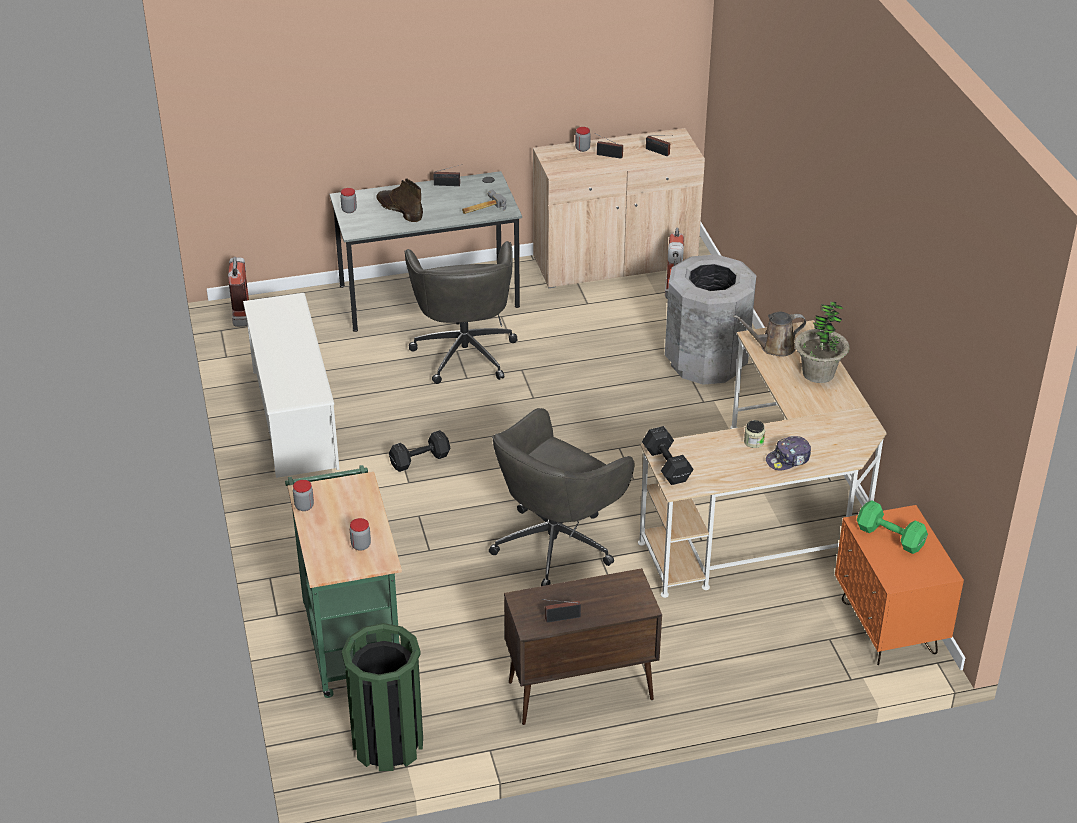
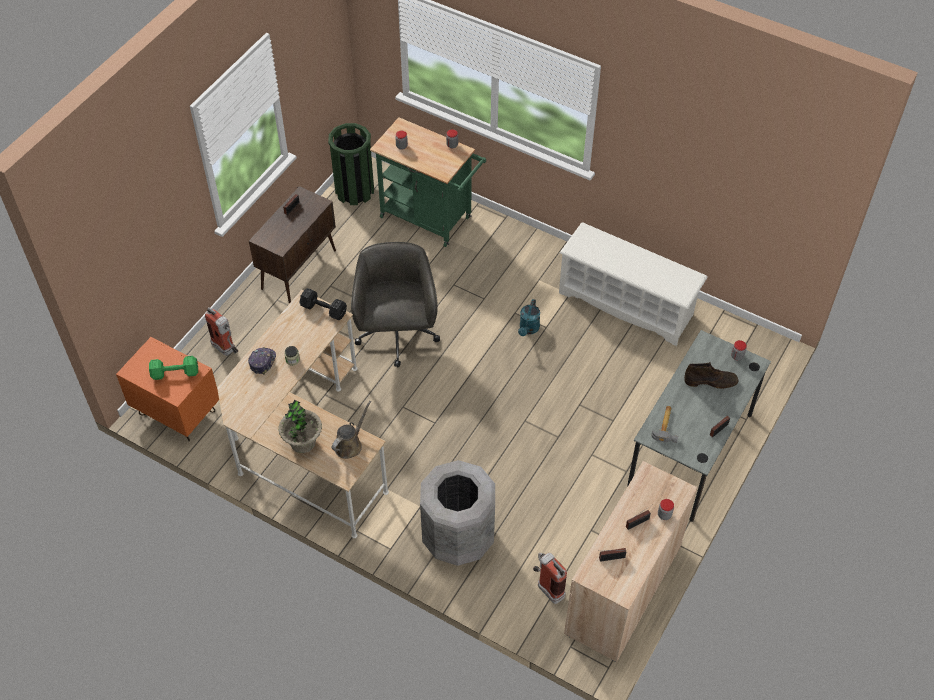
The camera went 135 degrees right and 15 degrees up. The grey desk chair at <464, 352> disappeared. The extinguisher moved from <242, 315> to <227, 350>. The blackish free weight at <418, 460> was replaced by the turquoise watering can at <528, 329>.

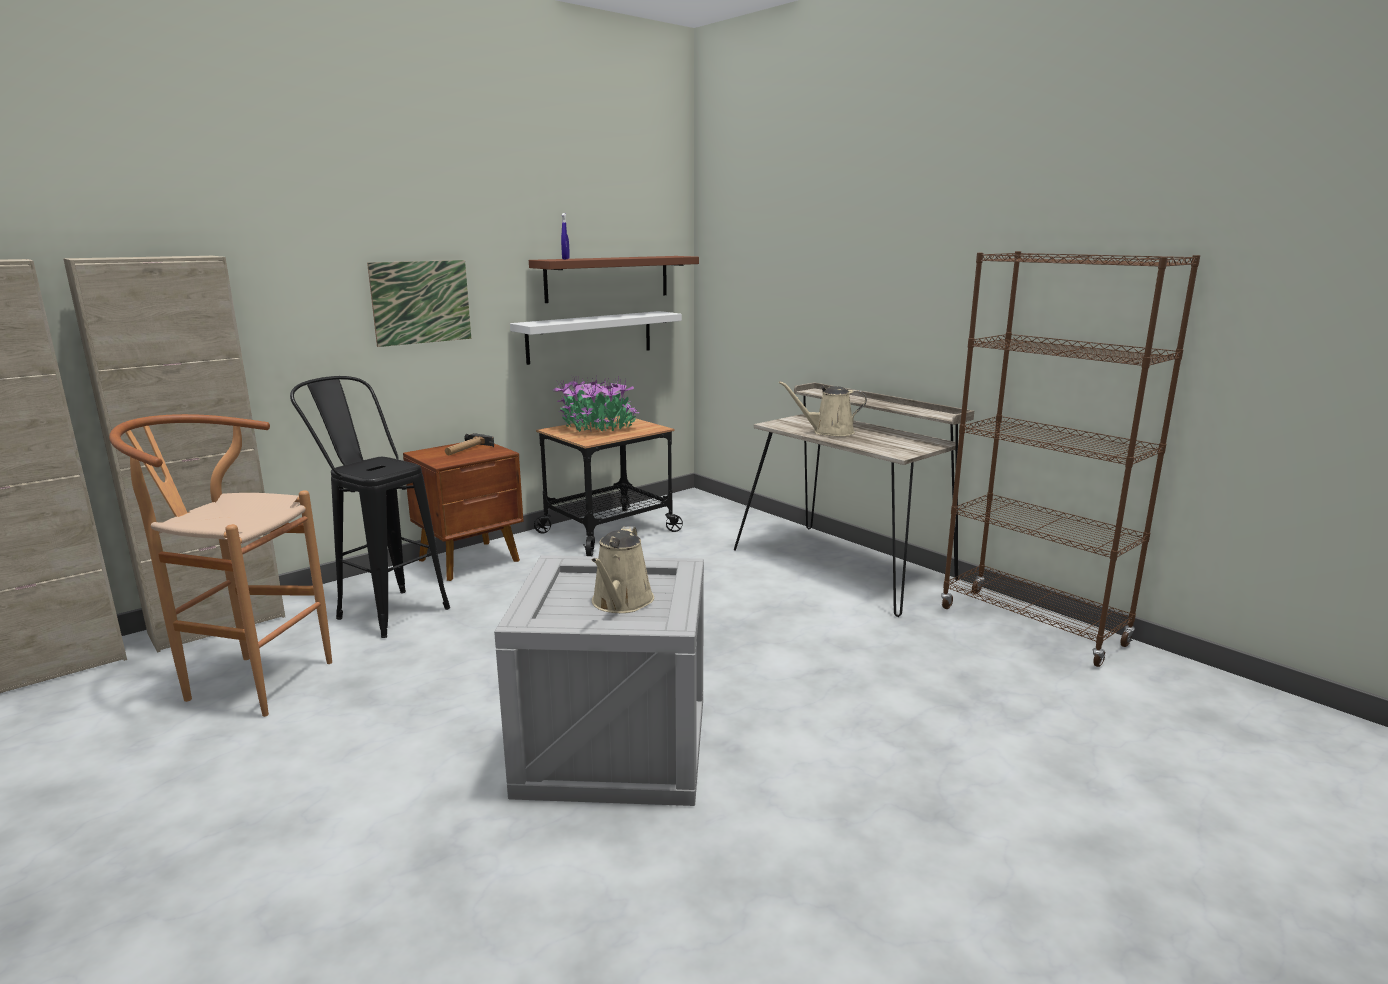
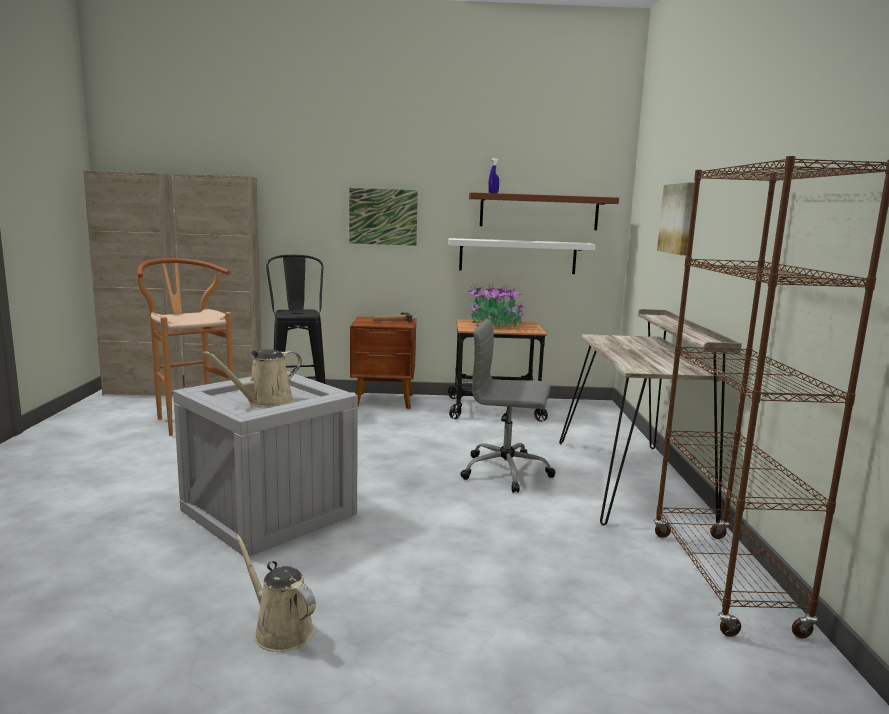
The camera went 40 degrees right and 5 degrees down. The sand-coloured watering can moved from <829, 432> to <280, 629>. The picture at <677, 218> appeared. The grey desk chair at <507, 472> appeared.

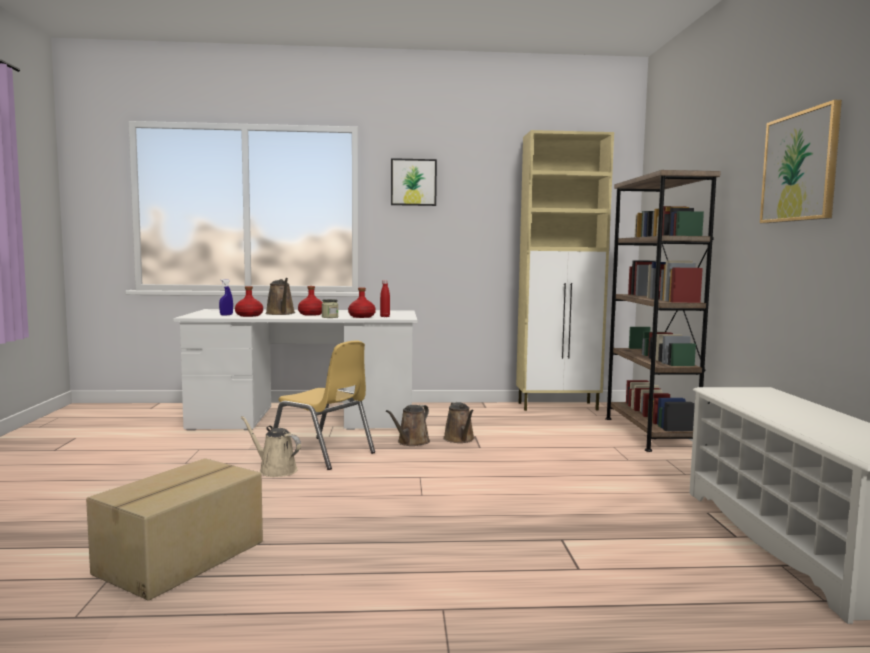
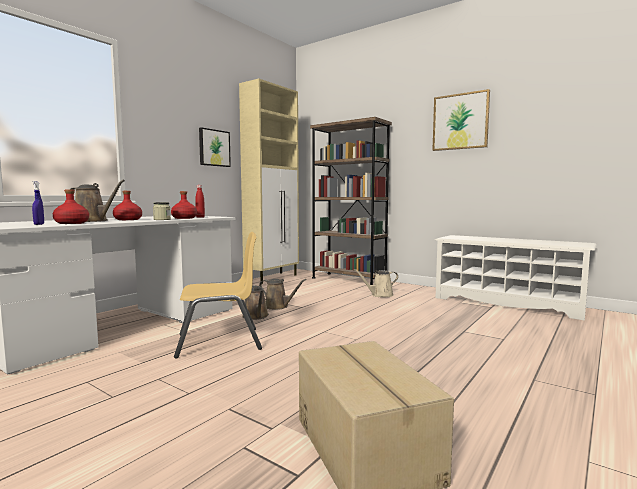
The camera went 50 degrees left and 0 degrees up. The picture moved from <413, 182> to <214, 148>. The sand-coloured watering can moved from <275, 470> to <380, 295>.

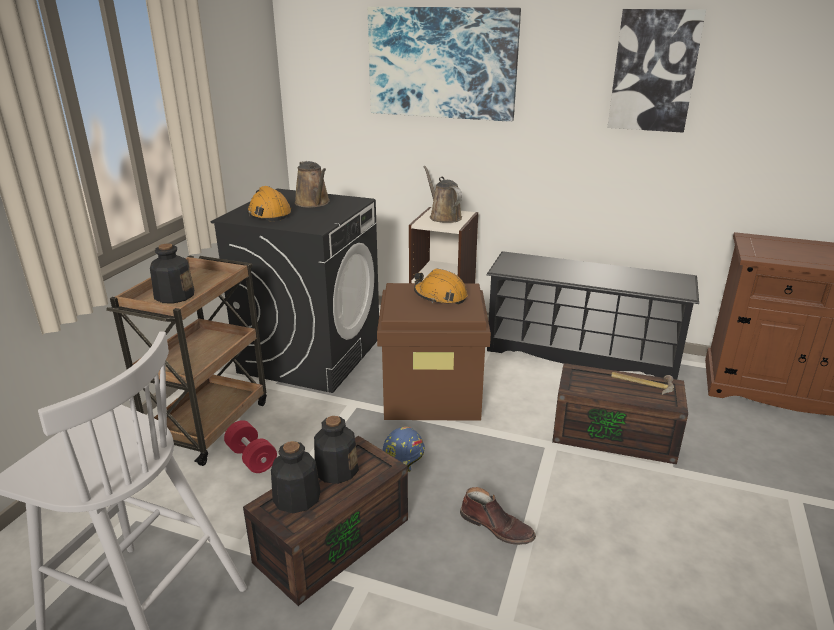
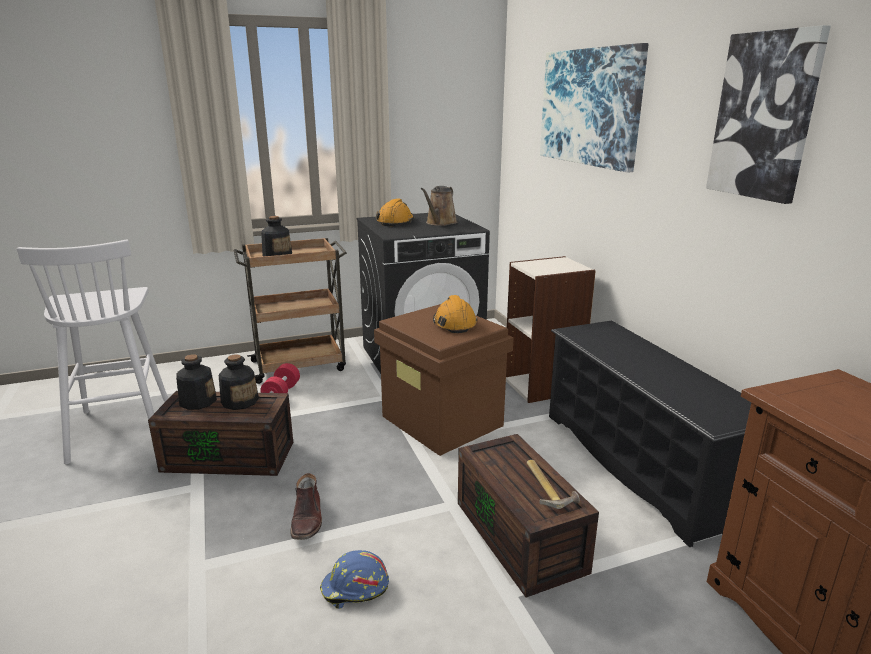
The camera went 50 degrees right and 5 degrees down. The brown watering can at <443, 217> disappeared. The blue hard hat moved from <402, 458> to <355, 589>.

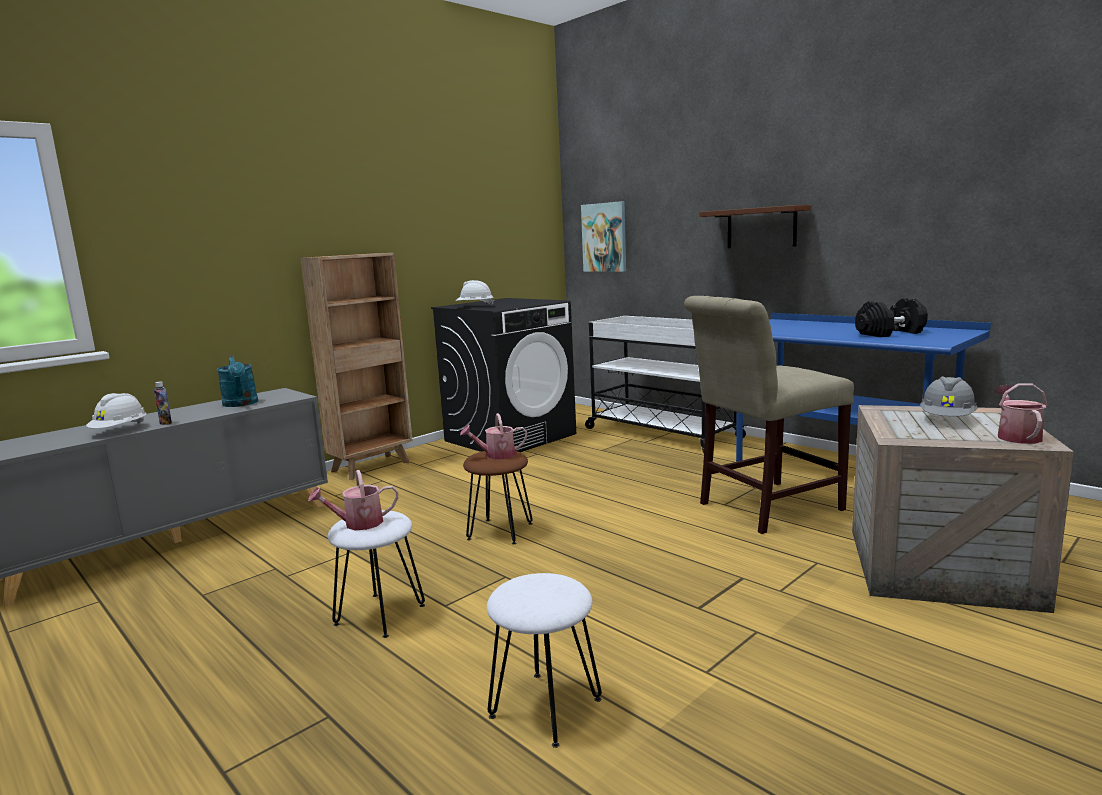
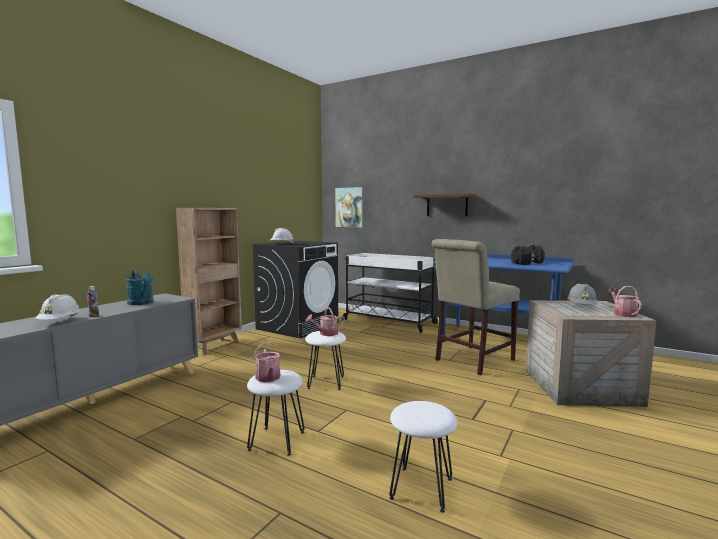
The camera went 15 degrees left and 5 degrees down. The brown sitting stool at <499, 531> became the whitish sitting stool at <325, 382>. The watering can at <358, 524> turned 75 degrees counterclockwise.

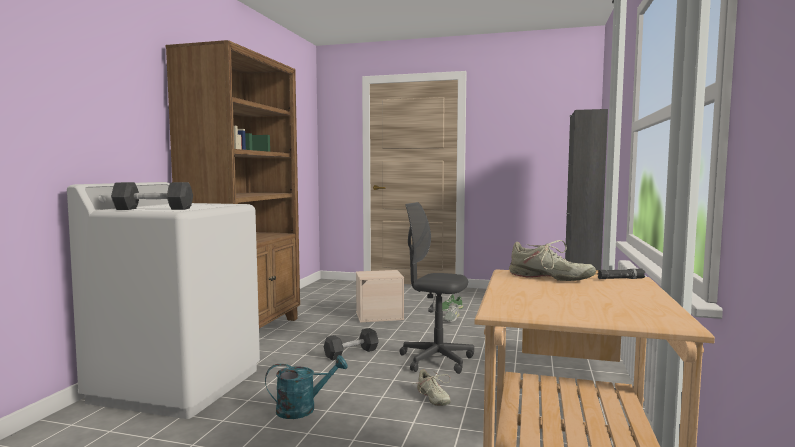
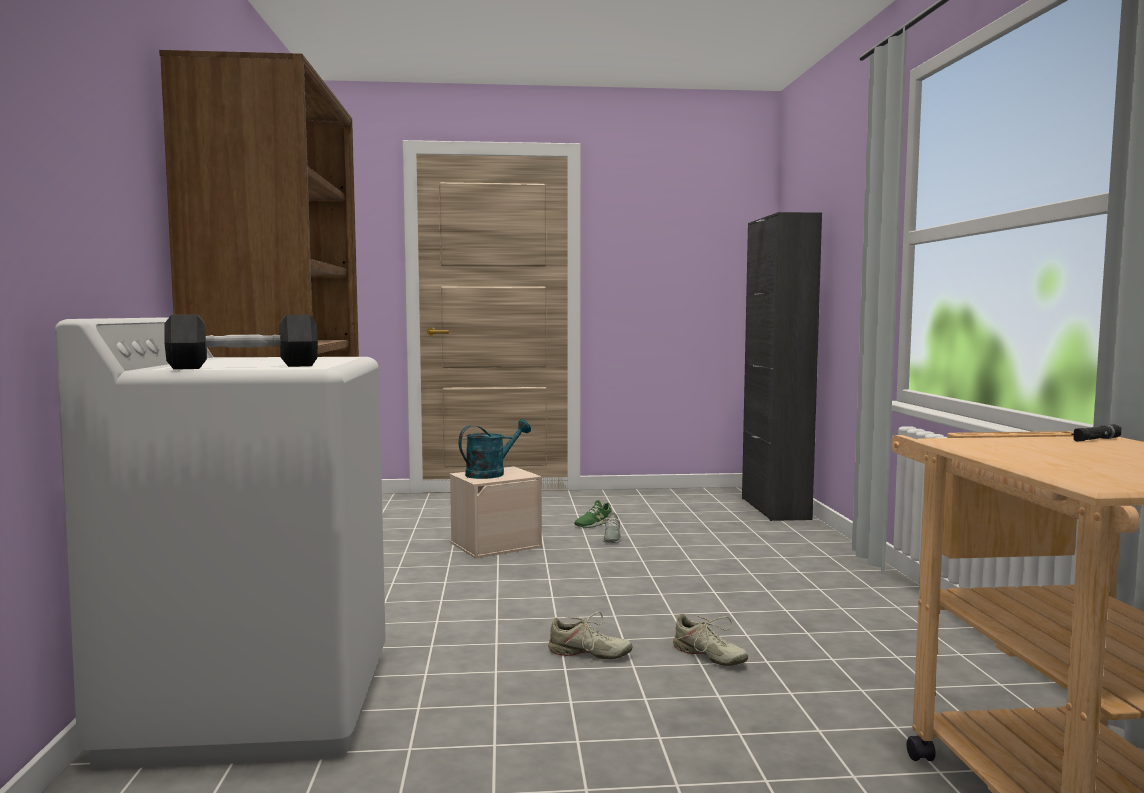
The camera went 20 degrees left and 0 degrees up. The grey desk chair at <436, 360> disappeared. The sand-coloured shoe moved from <549, 278> to <588, 654>. The blackish free weight at <351, 353> disappeared. The turquoise watering can moved from <303, 408> to <491, 473>.

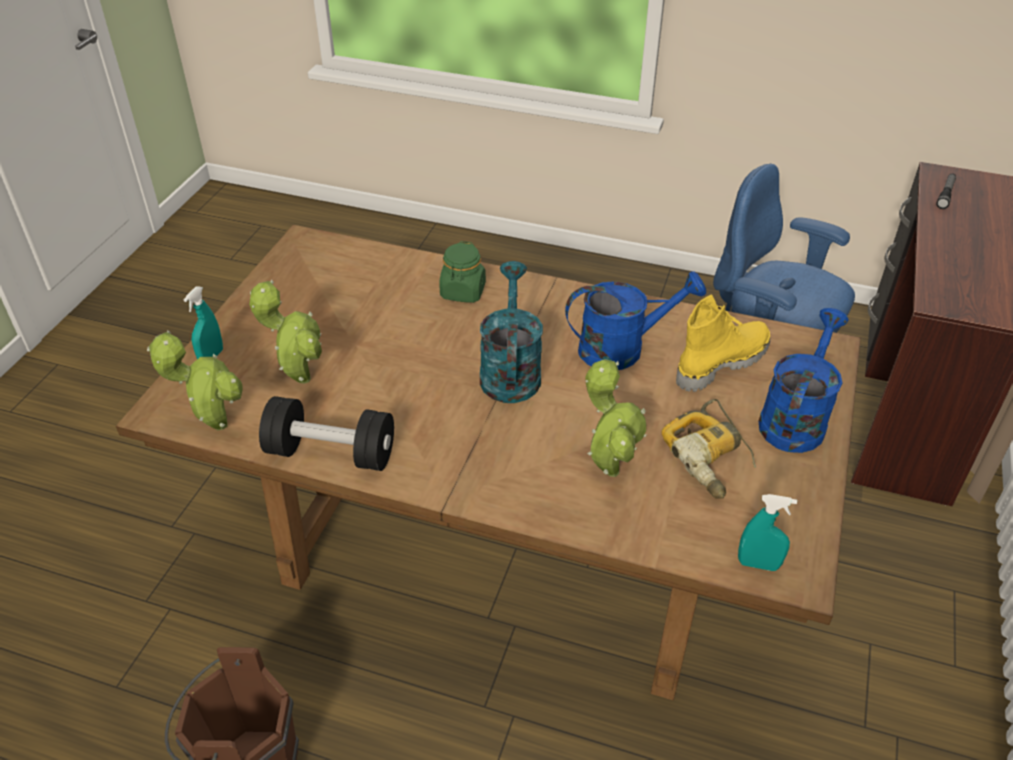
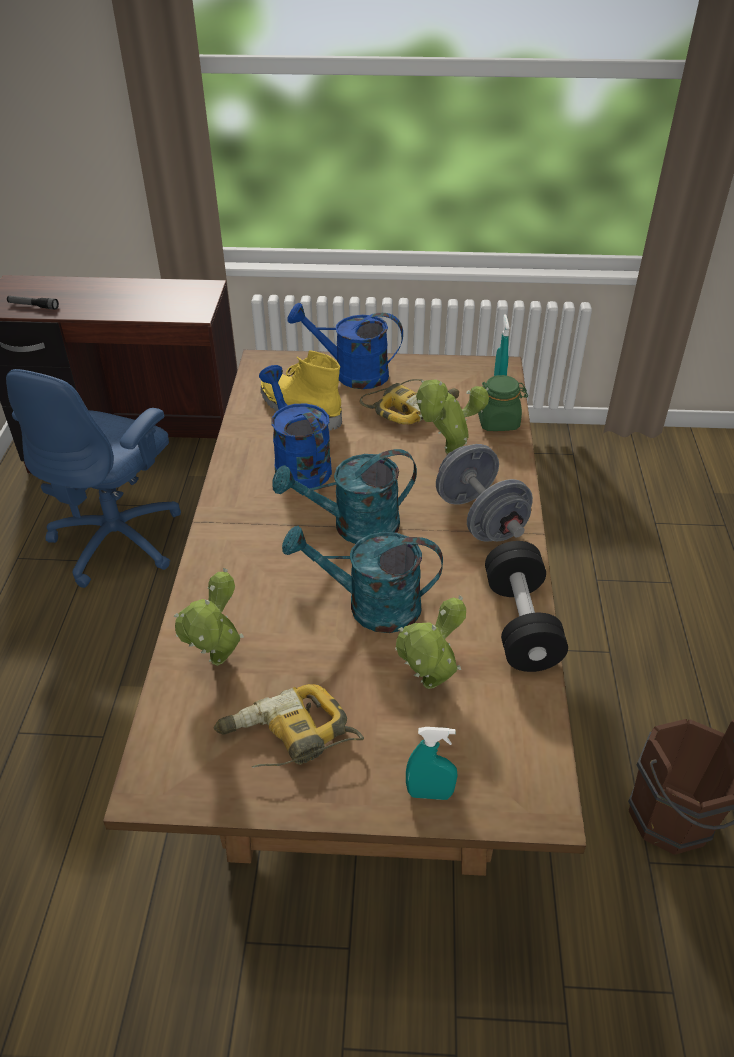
The camera went 105 degrees left and 0 degrees up. The green jar moved from <463, 292> to <498, 421>. The plant in a pot moved from <215, 424> to <218, 664>. The grey free weight at <480, 518> appeared. The turquoise watering can at <370, 606> appeared. The power drill at <288, 739> appeared.

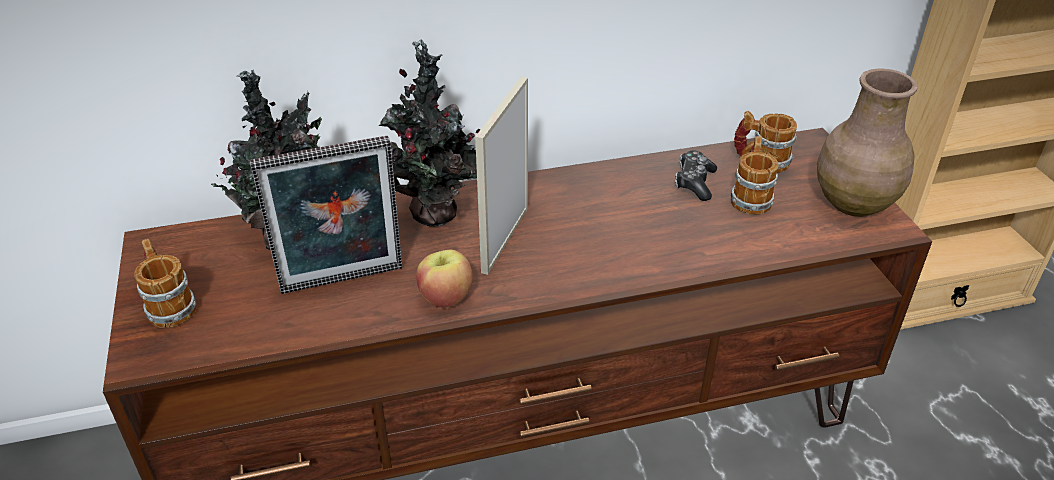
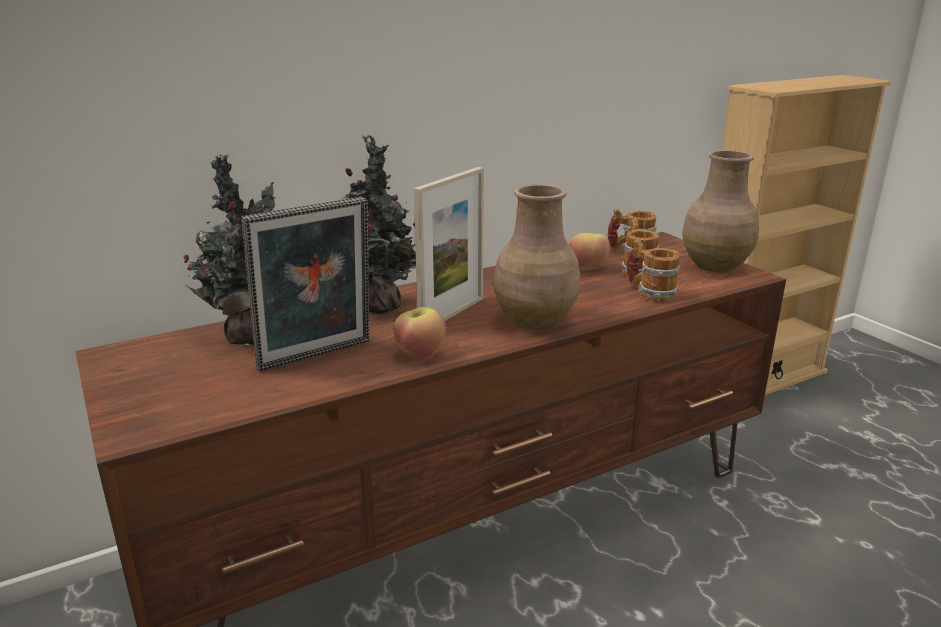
The camera went 15 degrees left and 15 degrees down. The standing frame at <505, 239> turned 150 degrees counterclockwise. The gamepad at <694, 183> was replaced by the whole apple at <587, 267>. The mug moved from <169, 305> to <650, 293>. The brown decorative vase at <536, 321> appeared.

